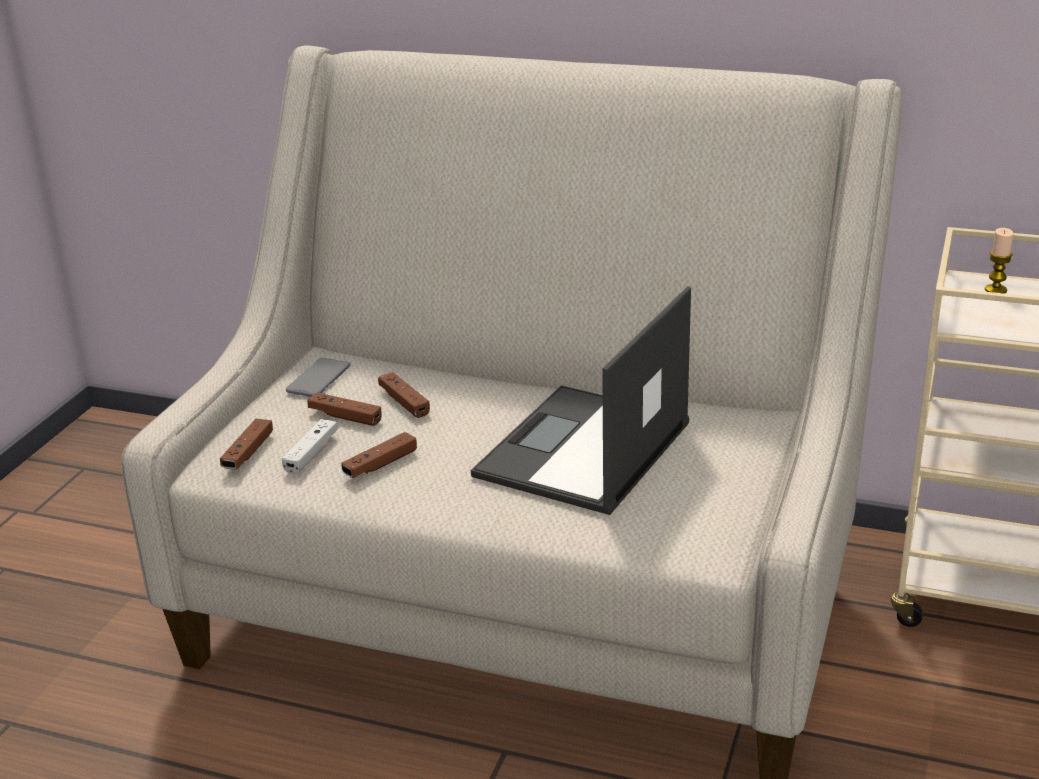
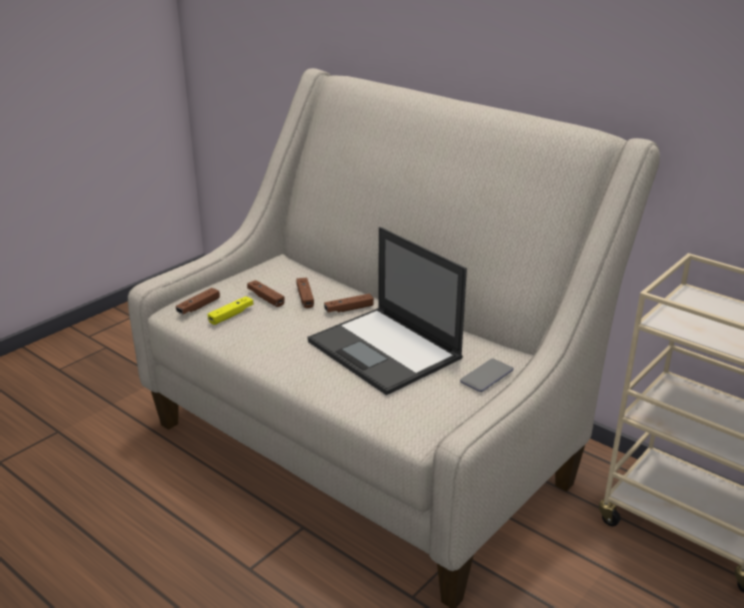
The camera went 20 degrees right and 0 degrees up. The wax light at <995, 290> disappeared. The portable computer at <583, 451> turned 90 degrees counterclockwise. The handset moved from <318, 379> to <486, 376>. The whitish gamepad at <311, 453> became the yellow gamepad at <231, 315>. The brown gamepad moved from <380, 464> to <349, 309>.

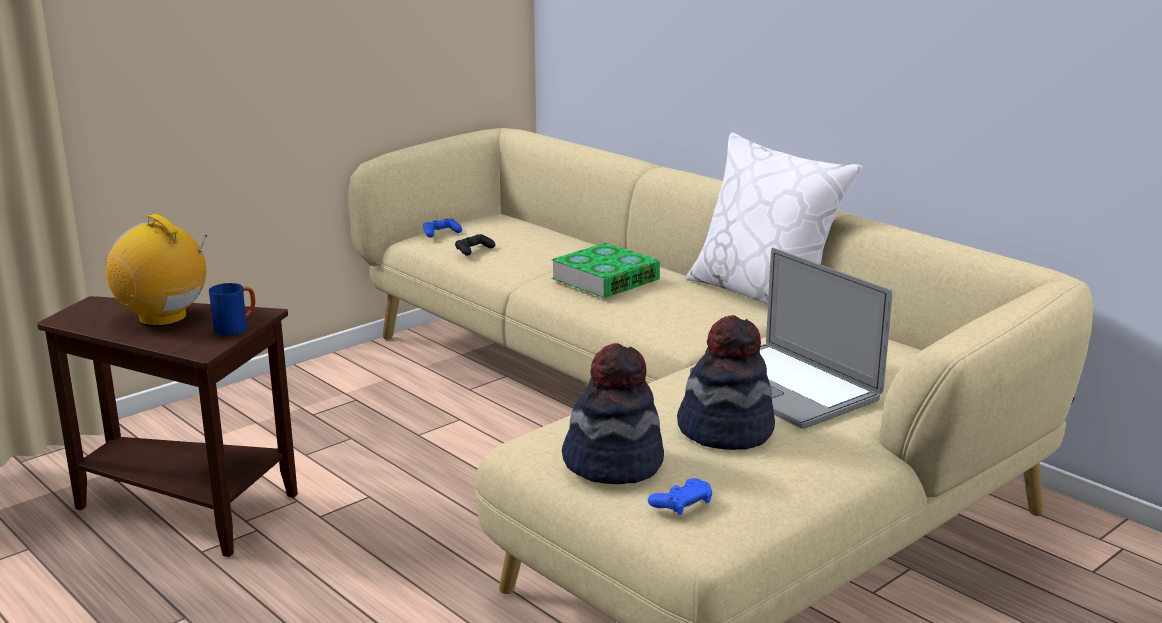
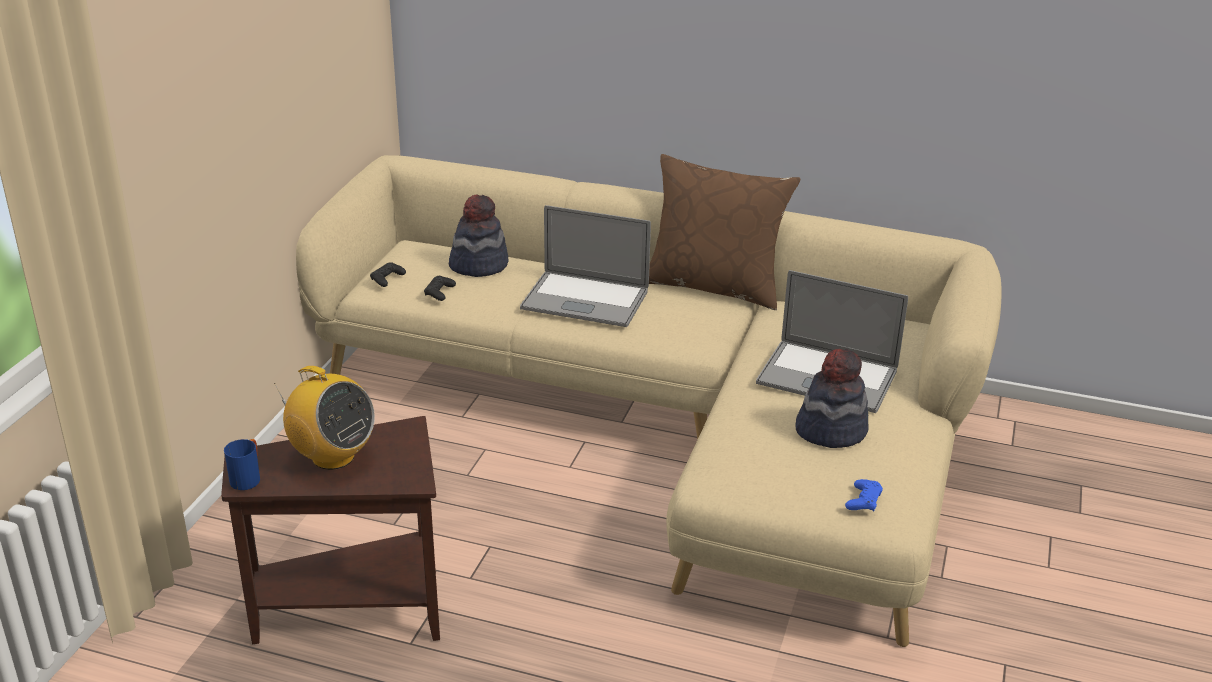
The camera went 30 degrees left and 10 degrees up. The whitish throw pillow at <765, 296> became the brown throw pillow at <714, 286>. The radio set at <163, 318> turned 150 degrees counterclockwise. The blue gamepad at <441, 233> became the blackish gamepad at <387, 278>. The book at <605, 279> was replaced by the portable computer at <585, 300>. The blue mug moved from <236, 328> to <248, 478>. The wearable hat moved from <613, 463> to <479, 265>.

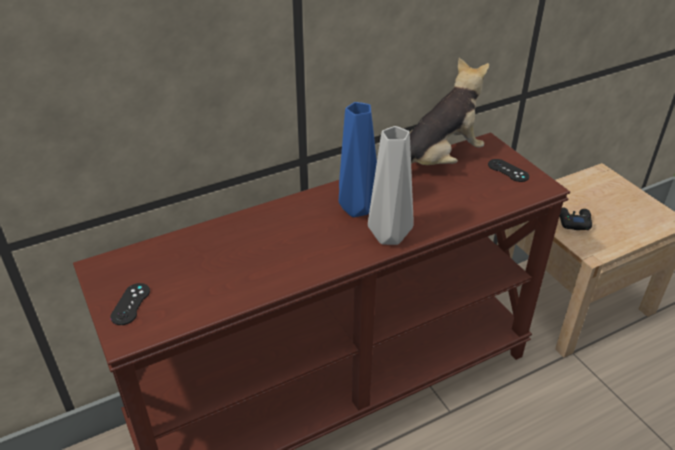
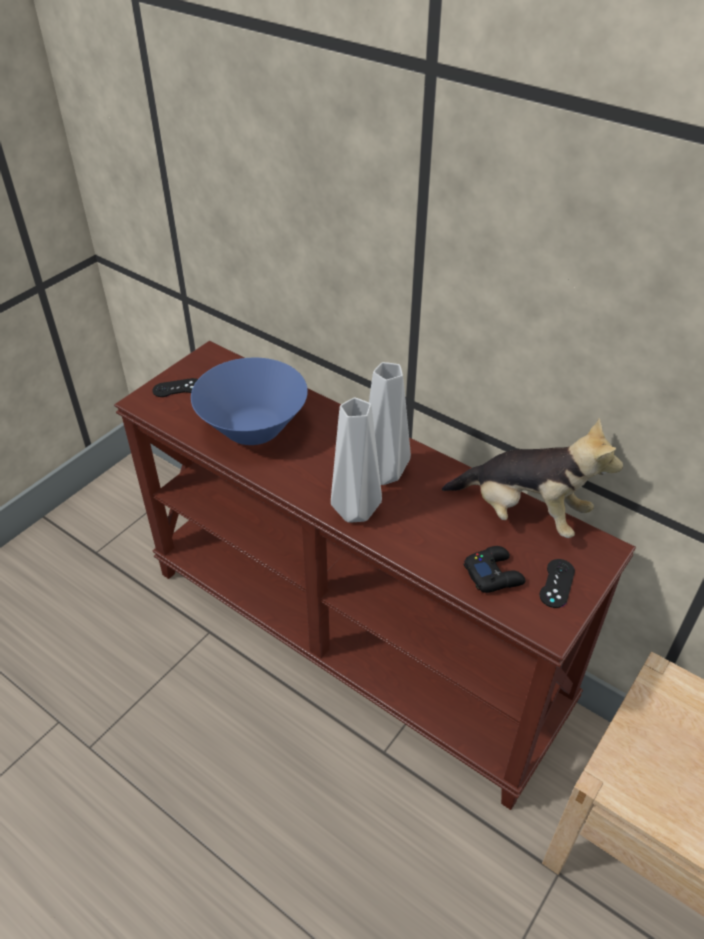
The camera went 65 degrees right and 5 degrees up. The blue decorative vase at <358, 209> became the grey decorative vase at <385, 476>. The blackish gamepad moved from <573, 222> to <493, 574>. The blue bowl at <253, 429> appeared.

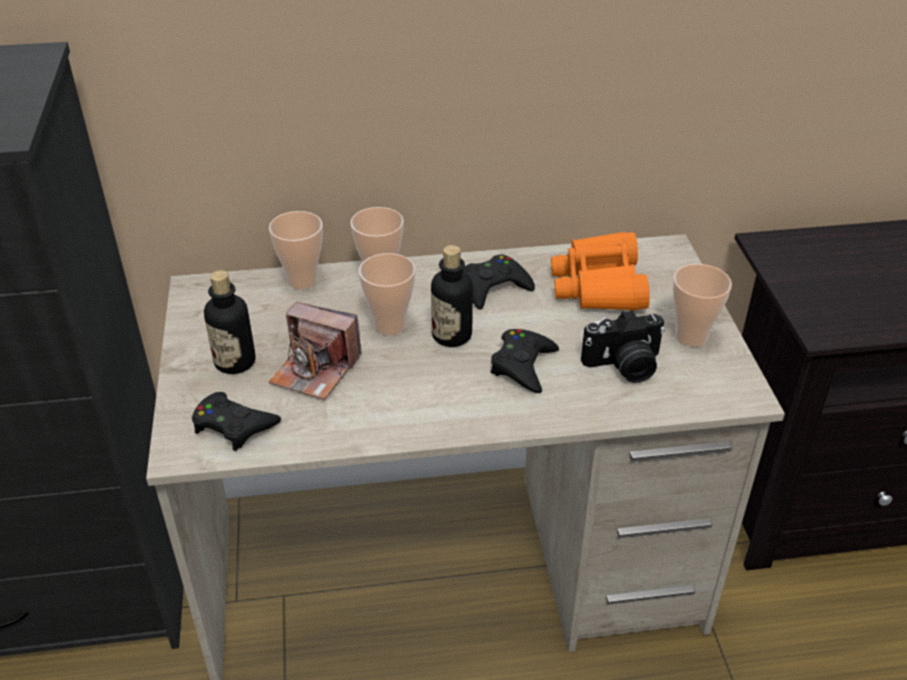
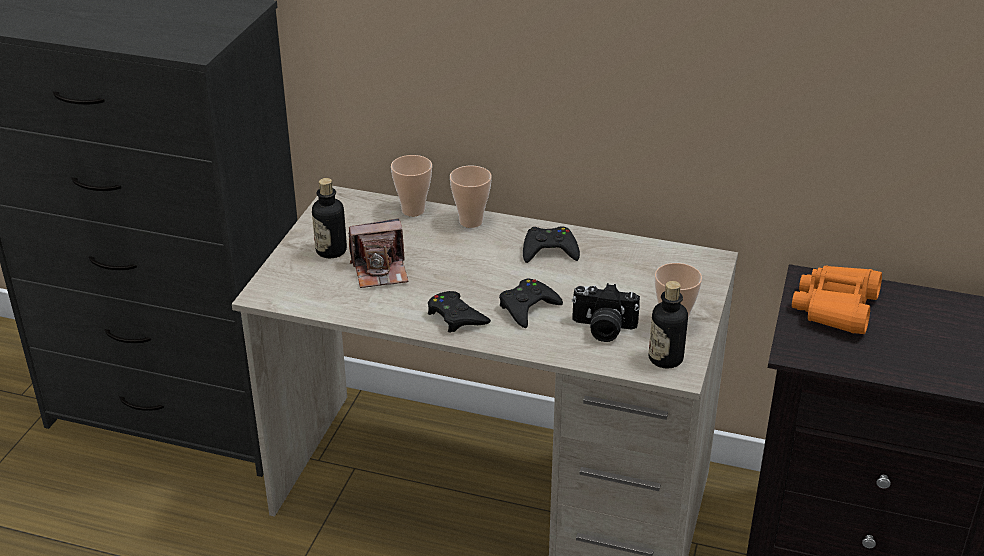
The camera went 25 degrees right and 5 degrees down. The orange field glasses moved from <599, 285> to <836, 308>. The bottle moved from <451, 335> to <665, 358>. The small cup at <390, 325> disappeared. The photo camera at <315, 370> turned 60 degrees counterclockwise. The blackish gamepad moved from <233, 425> to <456, 317>.

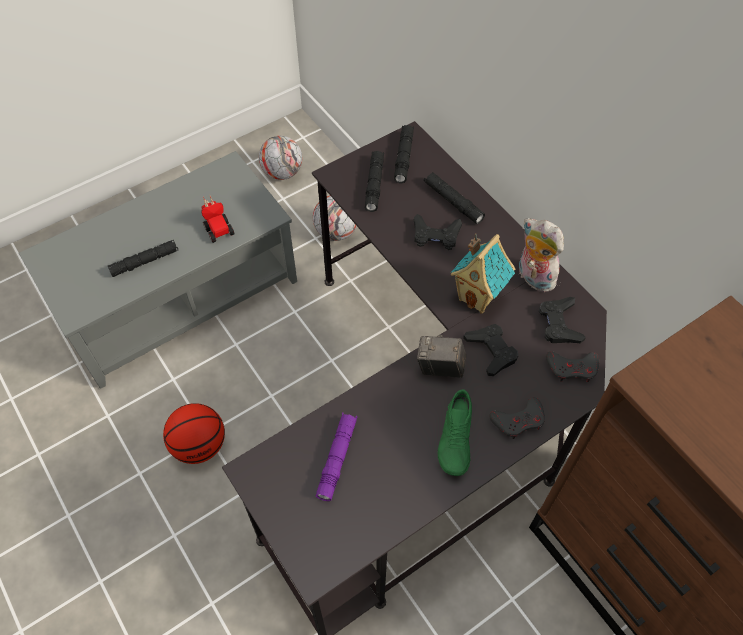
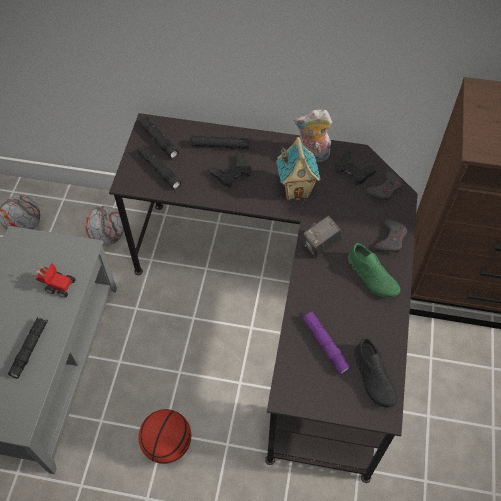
The camera went 45 degrees left and 0 degrees up. The blackish gamepad at <491, 351> disappeared. The blackish shoe at <374, 377> appeared.

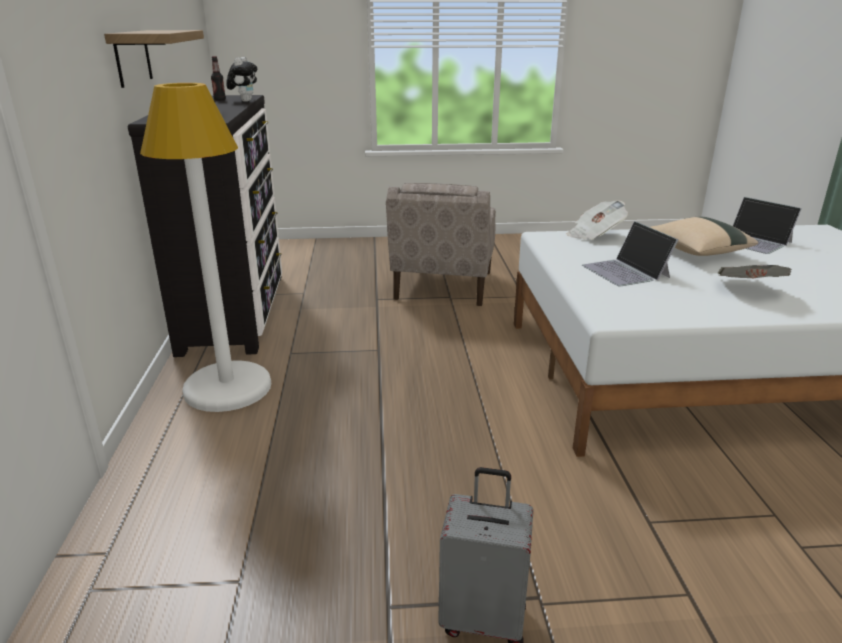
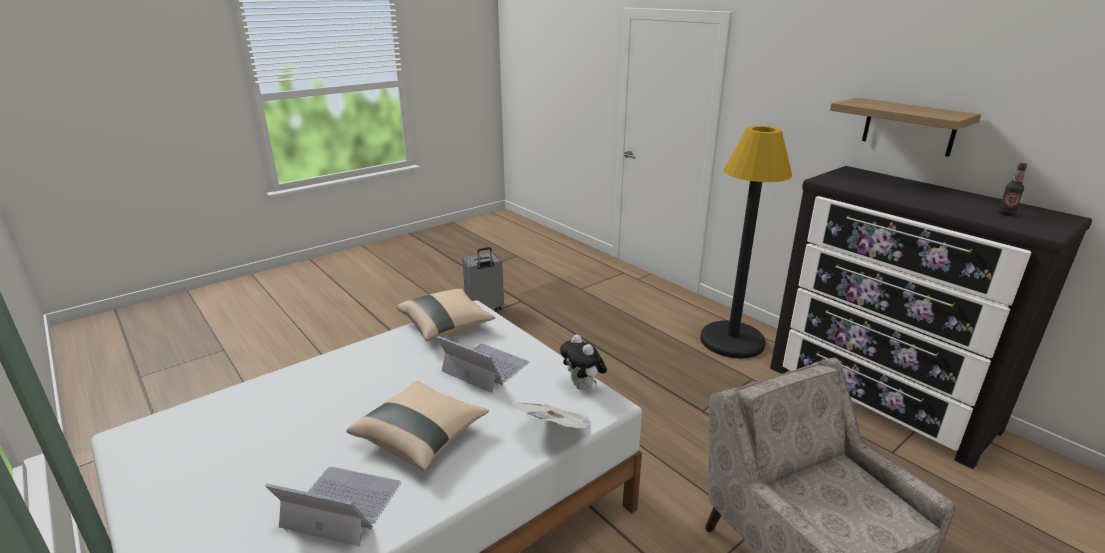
The camera went 145 degrees right and 0 degrees up. The soft toy moved from <245, 101> to <583, 386>. The whitish standard lamp at <228, 388> became the blackish standard lamp at <732, 341>. The printed paper at <749, 289> disappeared. The sand-coloured throw pillow at <446, 326> appeared.

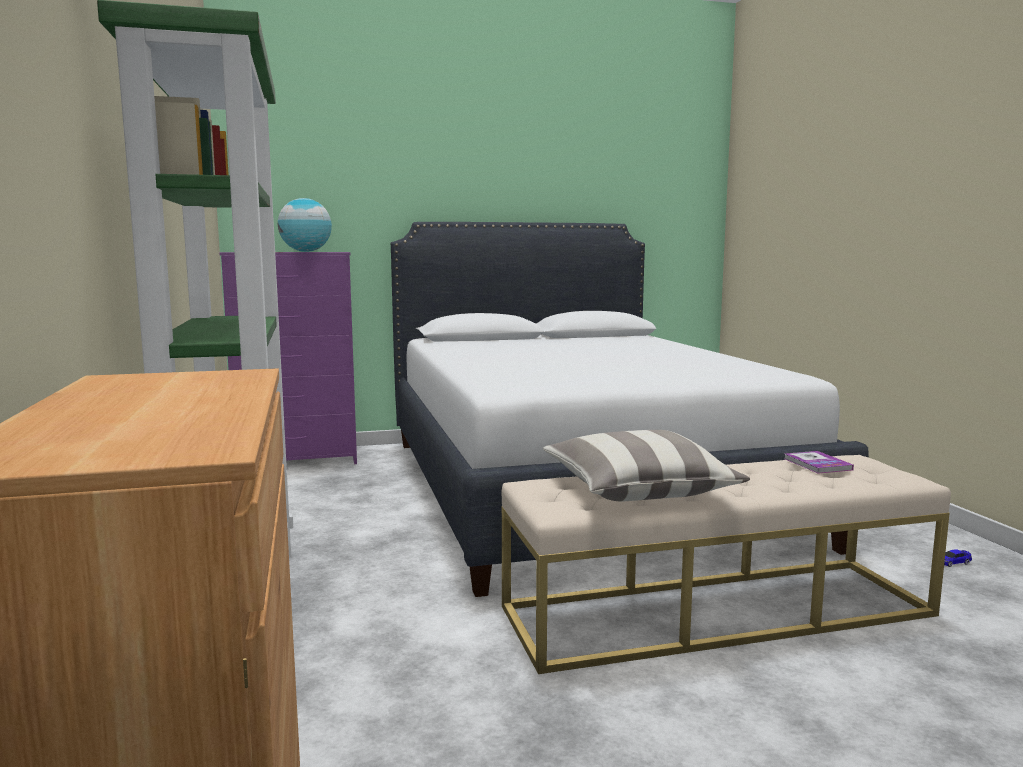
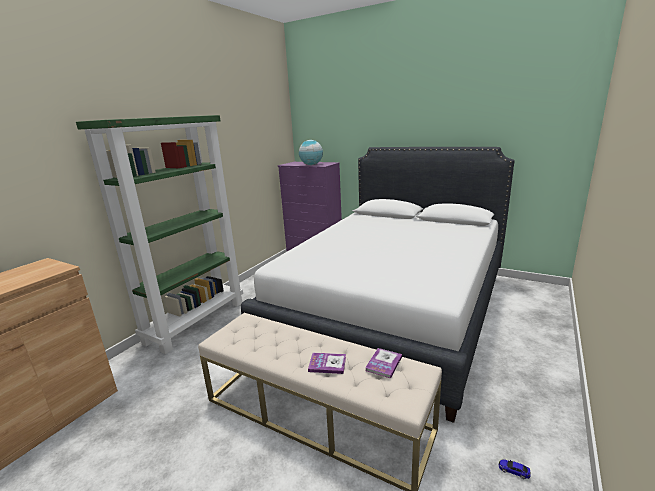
The camera went 45 degrees right and 10 degrees up. The throw pillow at <638, 490> disappeared. The book at <327, 364> appeared.

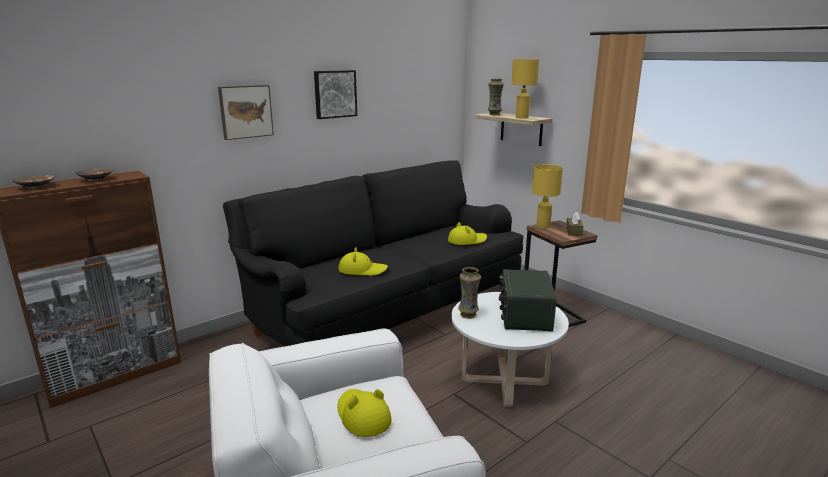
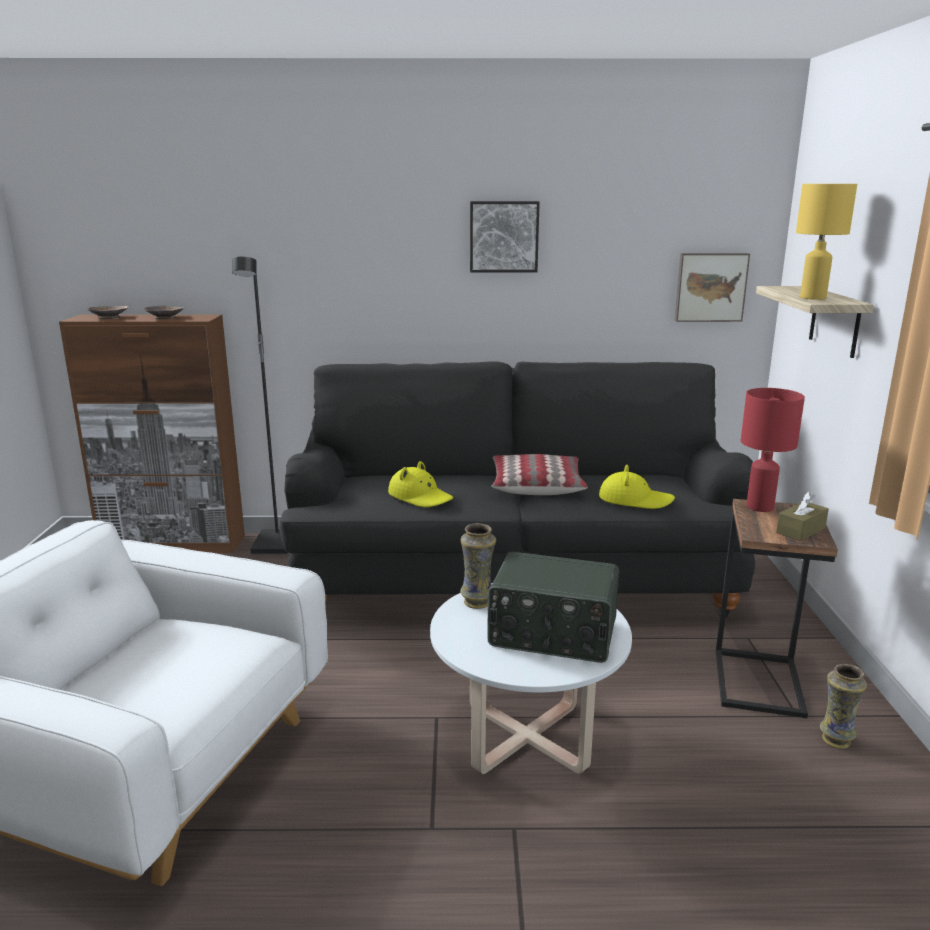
The camera went 40 degrees right and 0 degrees up. The decorative vase moved from <494, 114> to <835, 740>. The picture moved from <245, 111> to <710, 287>. The yellow tabletop lamp at <543, 226> became the red-coloured tabletop lamp at <760, 507>. The radio set at <524, 315> turned 120 degrees counterclockwise. The yellow wearable hat at <362, 416> disappeared. The blackish standard lamp at <275, 545> appeared. The throw pillow at <536, 485> appeared.

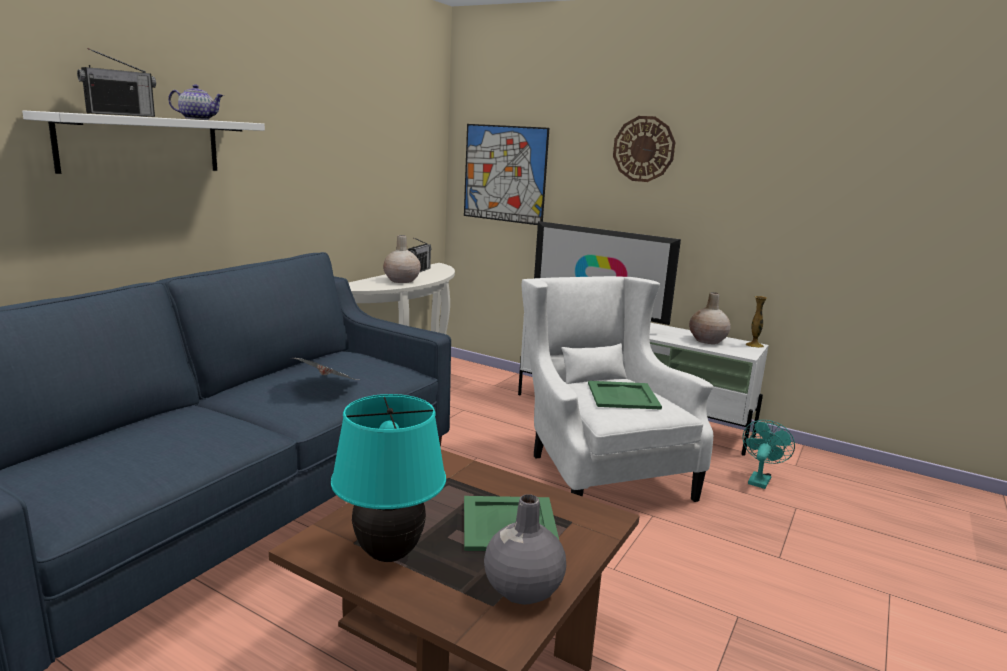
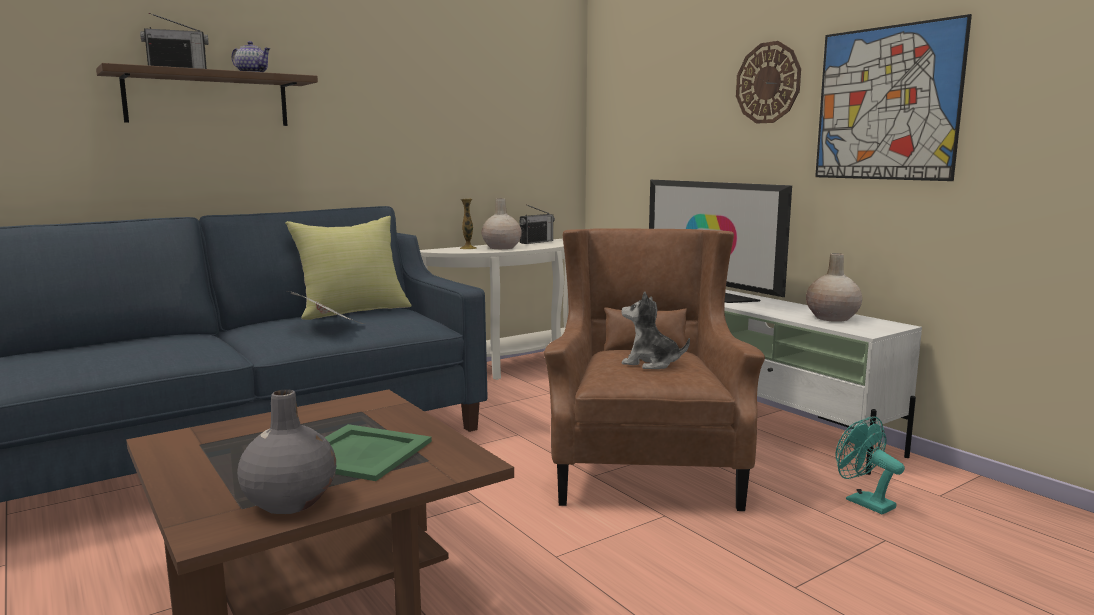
The camera went 25 degrees right and 5 degrees down. The whitish wall shelf at <141, 144> became the brown wall shelf at <208, 99>. The picture moved from <504, 174> to <886, 103>. The whitish easy chair at <598, 471> became the brown easy chair at <644, 464>. The decorative vase moved from <754, 345> to <468, 248>. The green carrying tray at <623, 396> was replaced by the soft toy at <650, 363>. The turquoise tabletop lamp at <389, 553> disappeared. The turquoise fan at <760, 479> turned 90 degrees counterclockwise. The yellow throw pillow at <353, 311> appeared.

